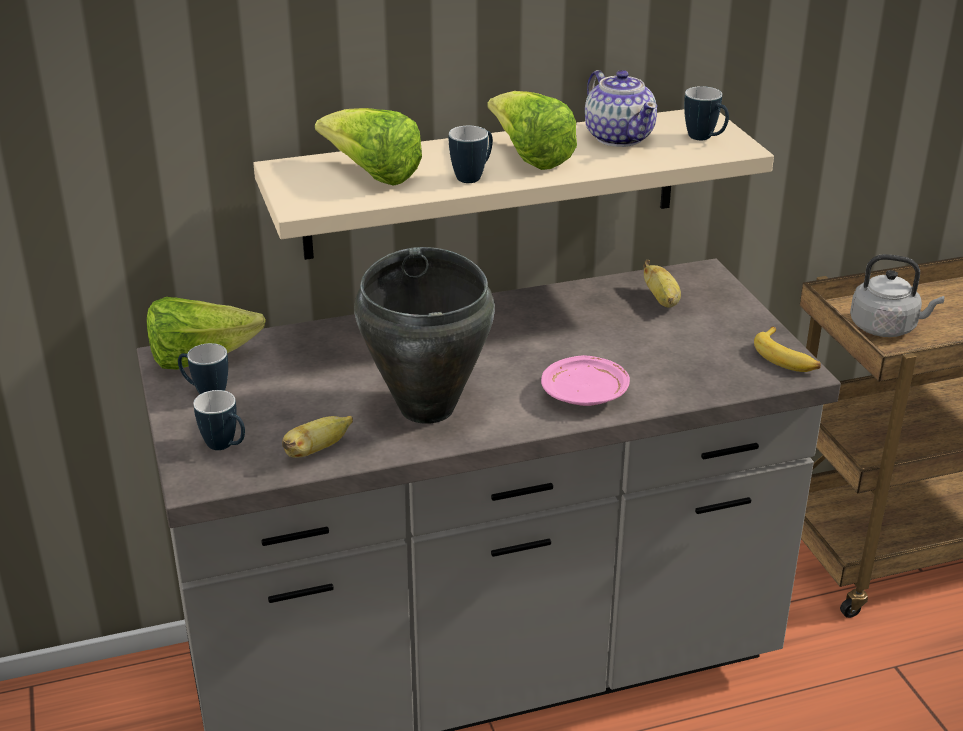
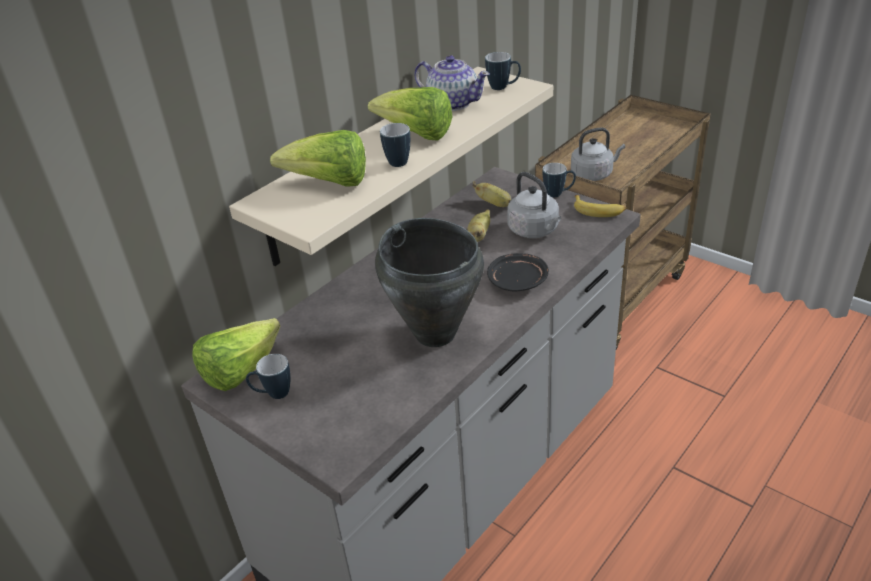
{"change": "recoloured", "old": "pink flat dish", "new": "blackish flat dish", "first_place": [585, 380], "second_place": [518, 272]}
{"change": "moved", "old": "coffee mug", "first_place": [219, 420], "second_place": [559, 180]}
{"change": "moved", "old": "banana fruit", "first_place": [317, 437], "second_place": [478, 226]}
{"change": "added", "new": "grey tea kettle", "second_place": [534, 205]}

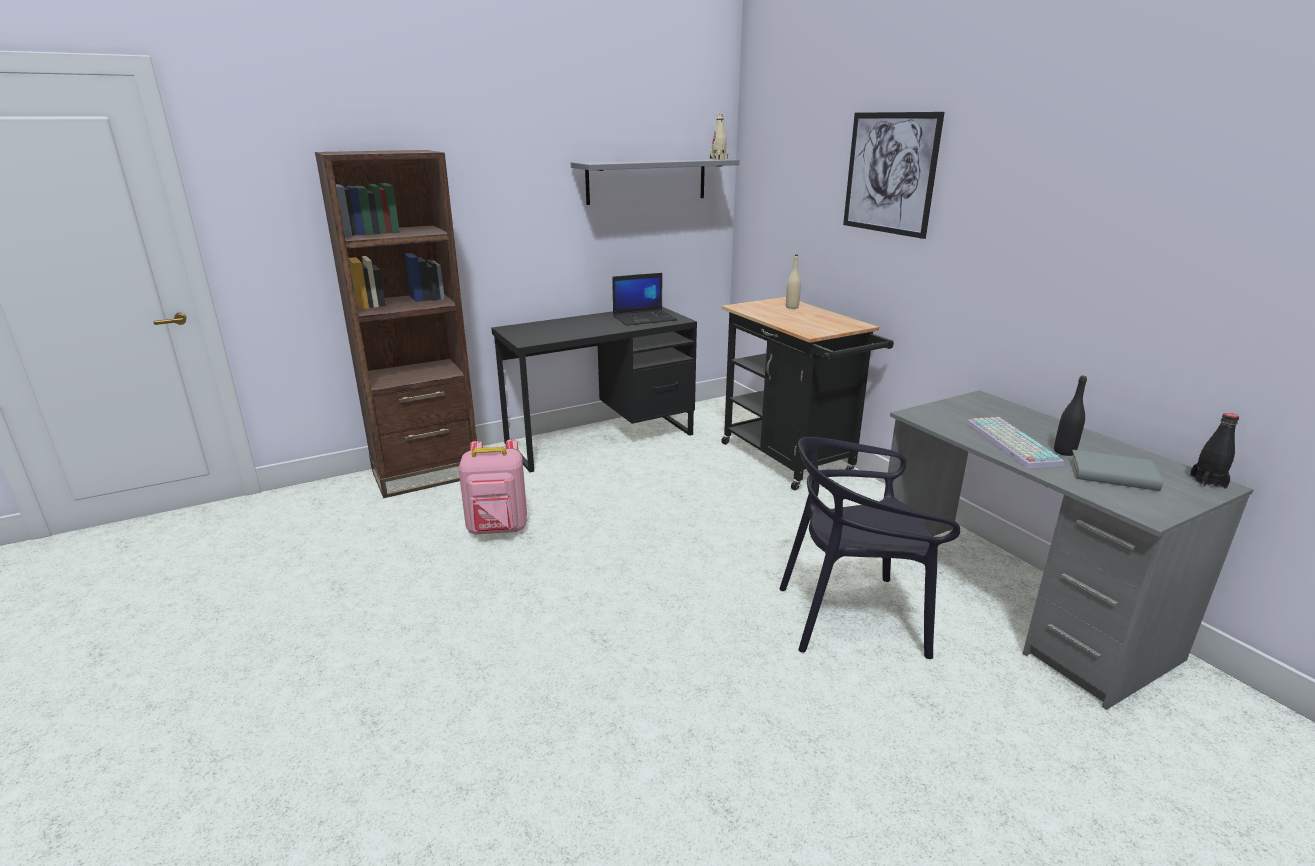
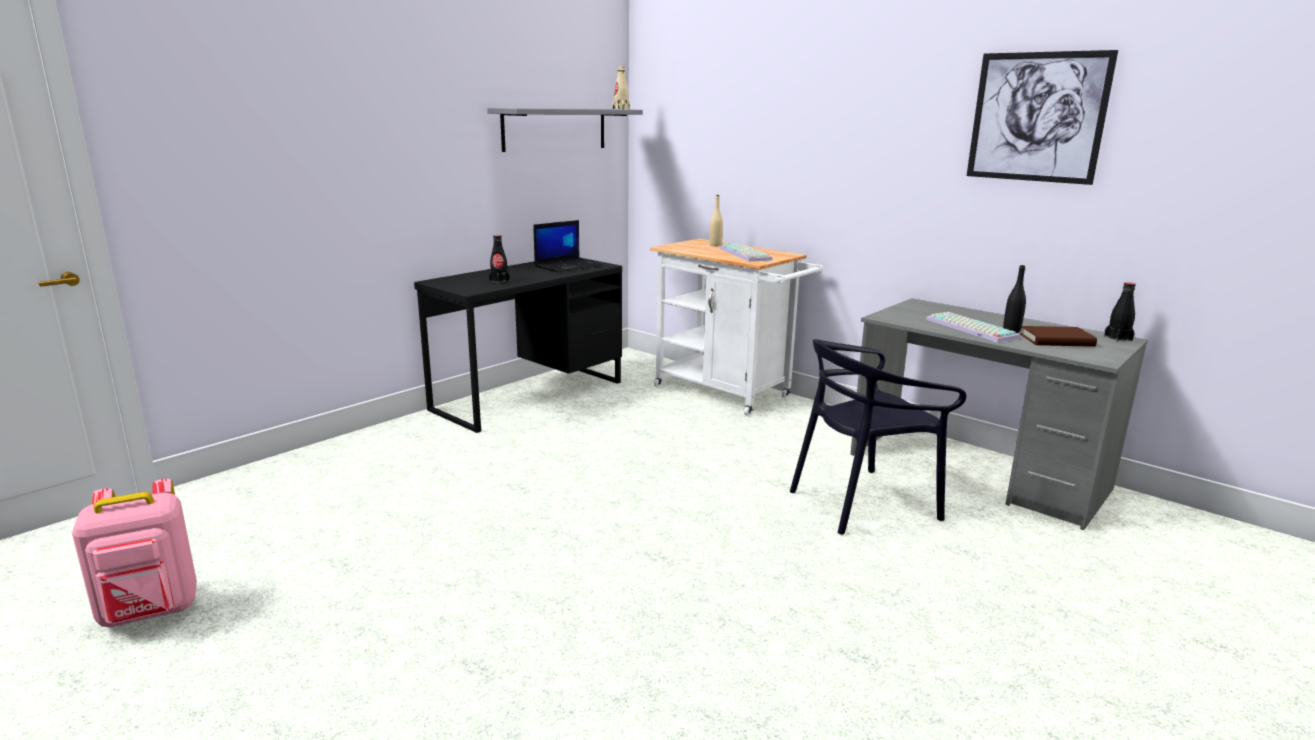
{"change": "moved", "old": "wall picture", "first_place": [894, 175], "second_place": [1042, 117]}
{"change": "removed", "old": "brown bookshelf", "first_place": [396, 324]}
{"change": "recoloured", "old": "blackish wheeled cart", "new": "whitish wheeled cart", "first_place": [807, 393], "second_place": [736, 327]}
{"change": "moved", "old": "pink backpack", "first_place": [492, 487], "second_place": [134, 553]}
{"change": "recoloured", "old": "grey volume", "new": "brown volume", "first_place": [1116, 470], "second_place": [1058, 336]}
{"change": "added", "new": "blackish bottle", "second_place": [499, 259]}
{"change": "added", "new": "computer keyboard", "second_place": [746, 252]}

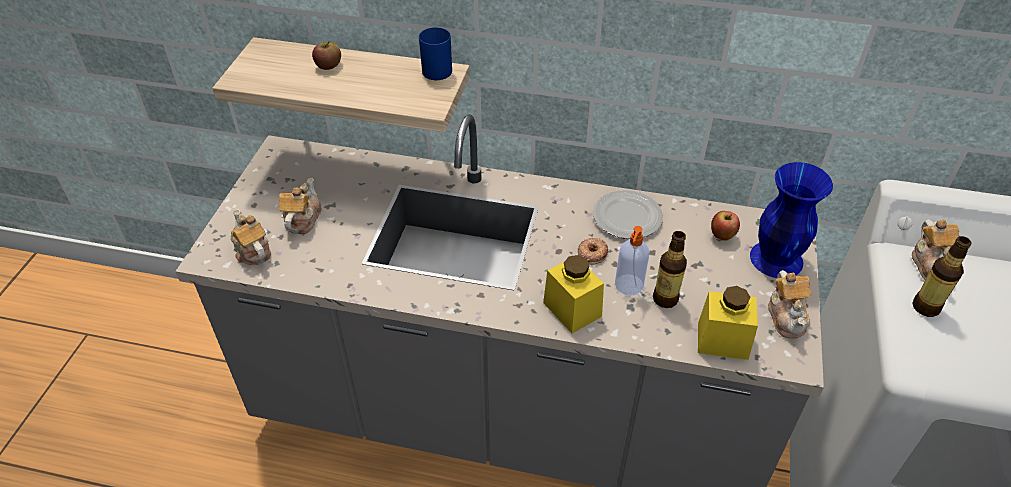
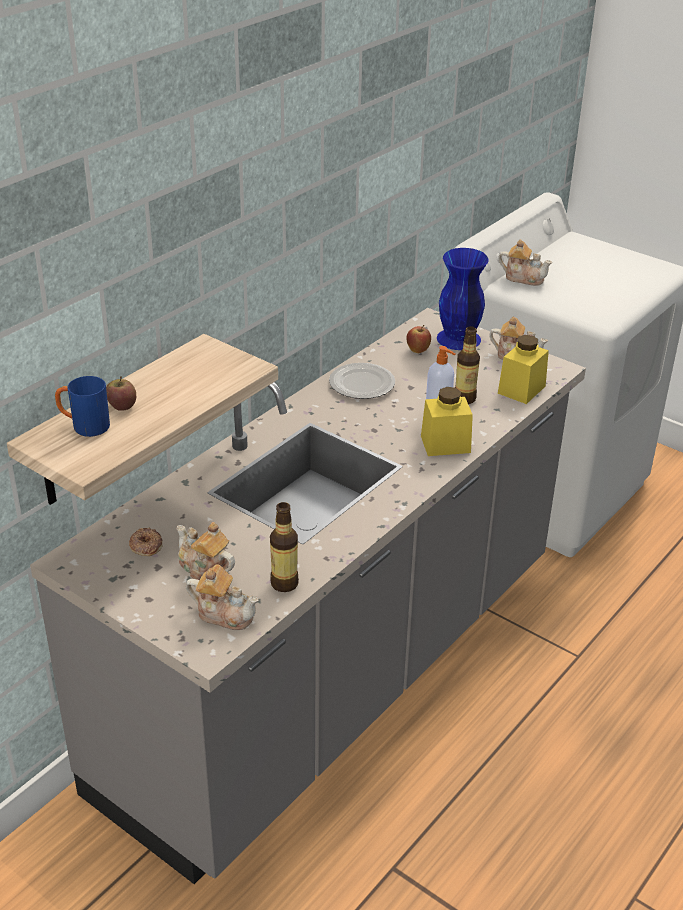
{"change": "moved", "old": "bluish coffee mug", "first_place": [435, 53], "second_place": [82, 406]}
{"change": "turned", "old": "teapot", "first_place": [251, 237], "second_place": [222, 597], "degrees": -150}
{"change": "moved", "old": "bottle", "first_place": [942, 276], "second_place": [284, 547]}
{"change": "moved", "old": "ring doughnut", "first_place": [593, 251], "second_place": [145, 542]}

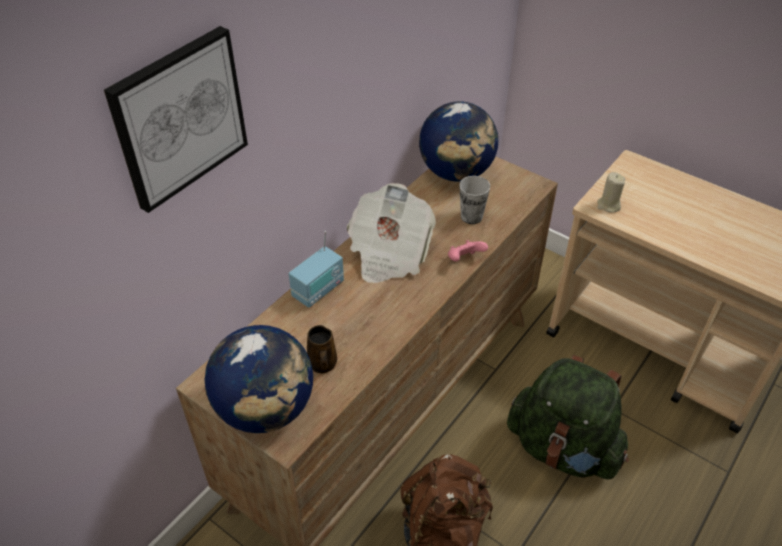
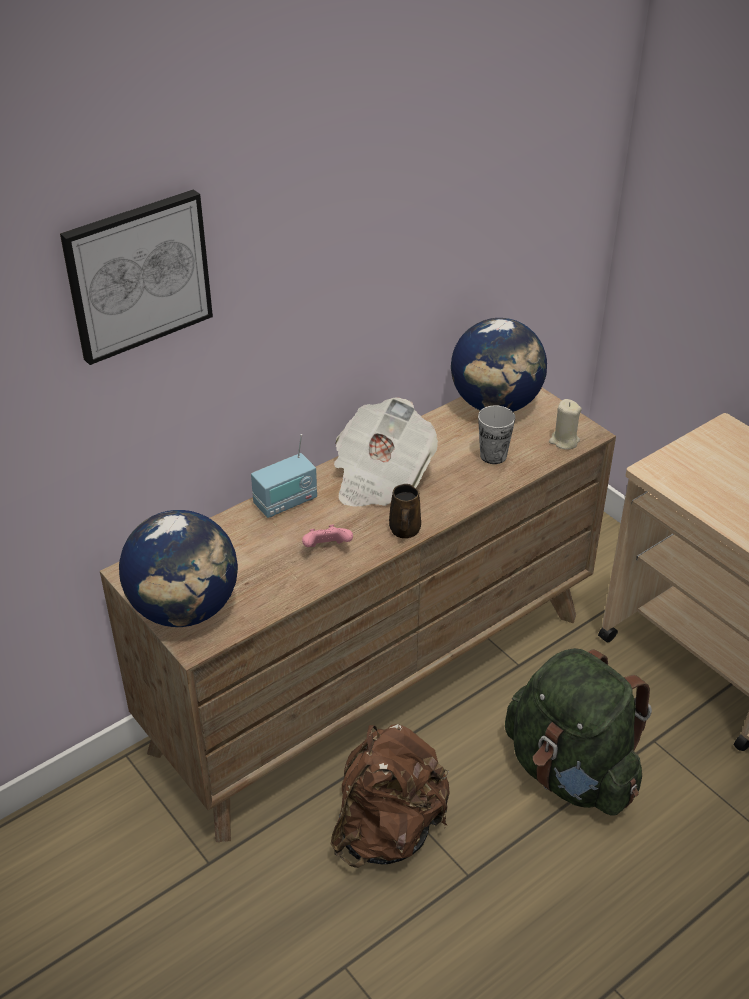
{"change": "moved", "old": "sand-coloured wax light", "first_place": [611, 192], "second_place": [565, 424]}
{"change": "moved", "old": "pink gamepad", "first_place": [468, 250], "second_place": [327, 536]}
{"change": "moved", "old": "brown coffee mug", "first_place": [322, 349], "second_place": [405, 511]}

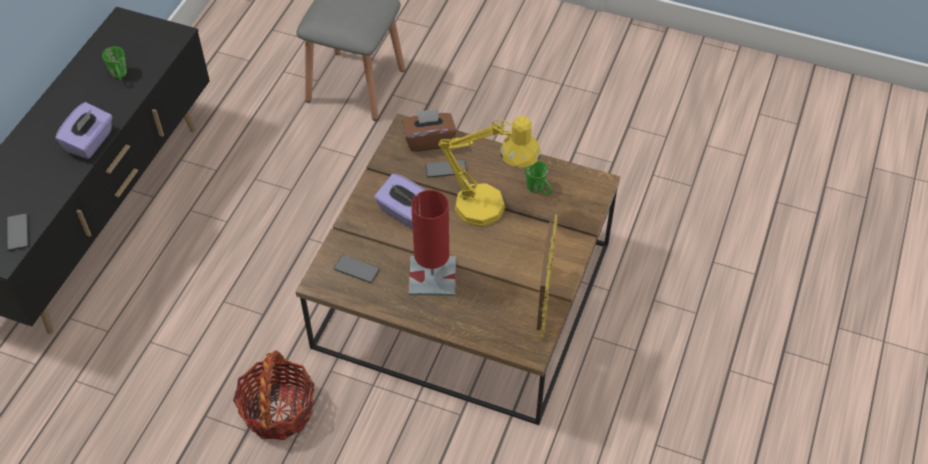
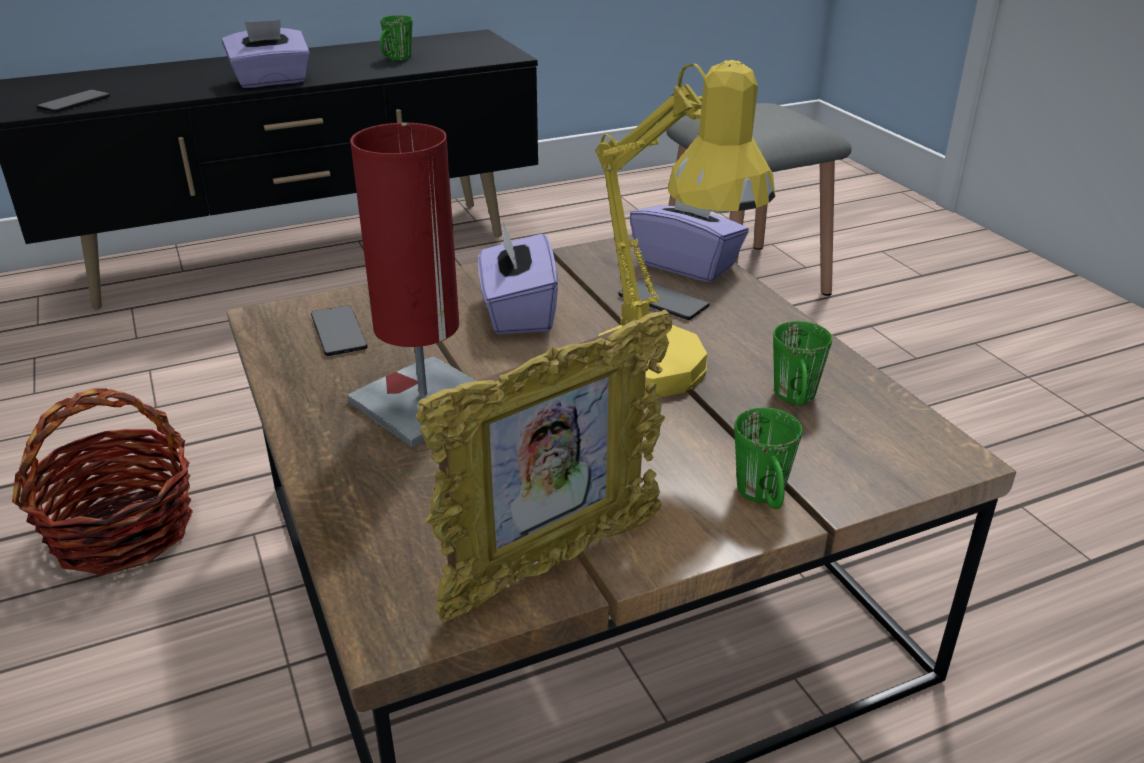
{"change": "recoloured", "old": "brown tissue holder", "new": "purplish tissue holder", "first_place": [429, 130], "second_place": [689, 241]}
{"change": "added", "new": "greenish coffee mug", "second_place": [768, 458]}

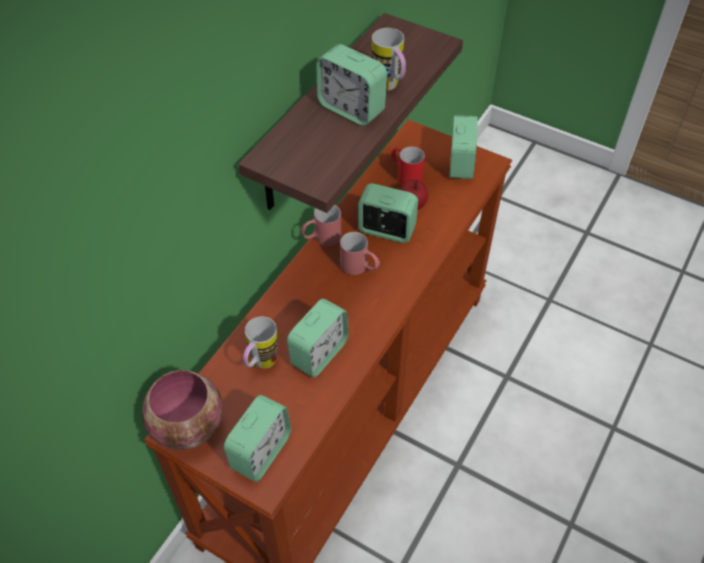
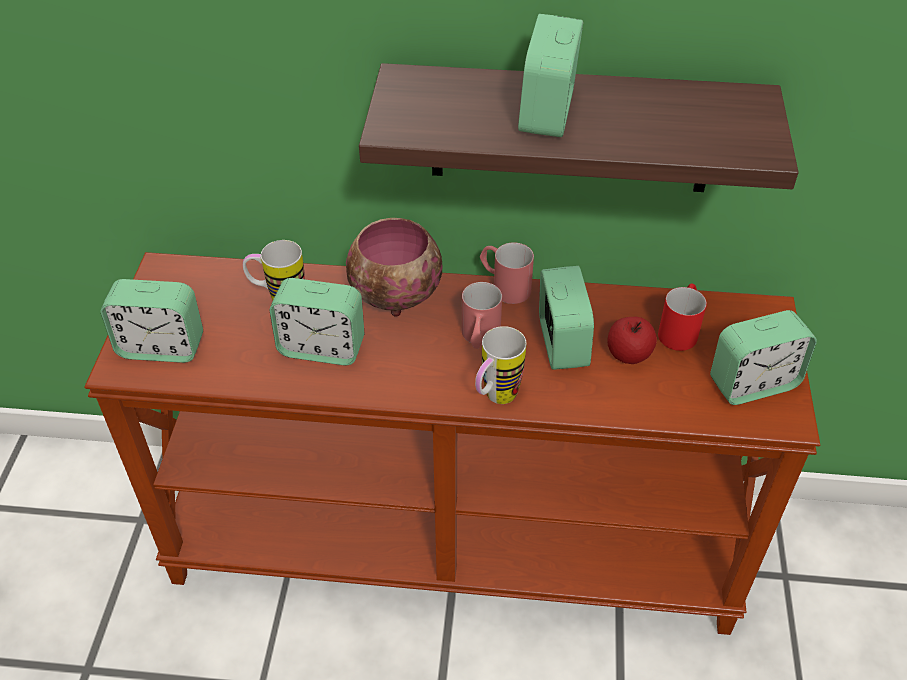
{"change": "moved", "old": "coffee mug", "first_place": [389, 59], "second_place": [500, 365]}
{"change": "moved", "old": "bowl", "first_place": [182, 410], "second_place": [394, 267]}

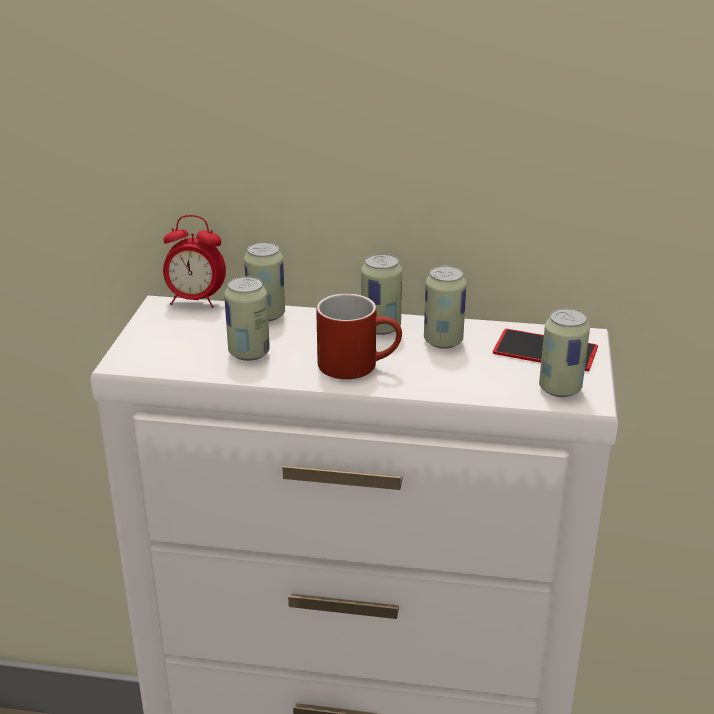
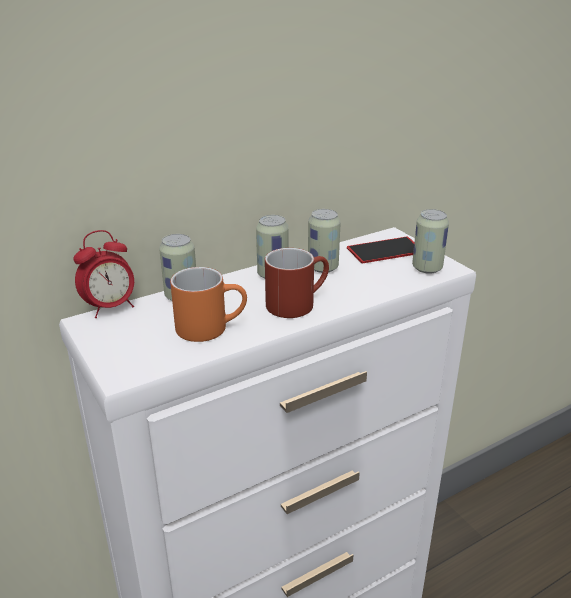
{"change": "replaced", "old": "can", "new": "orange-coloured coffee mug", "first_place": [247, 319], "second_place": [208, 304]}

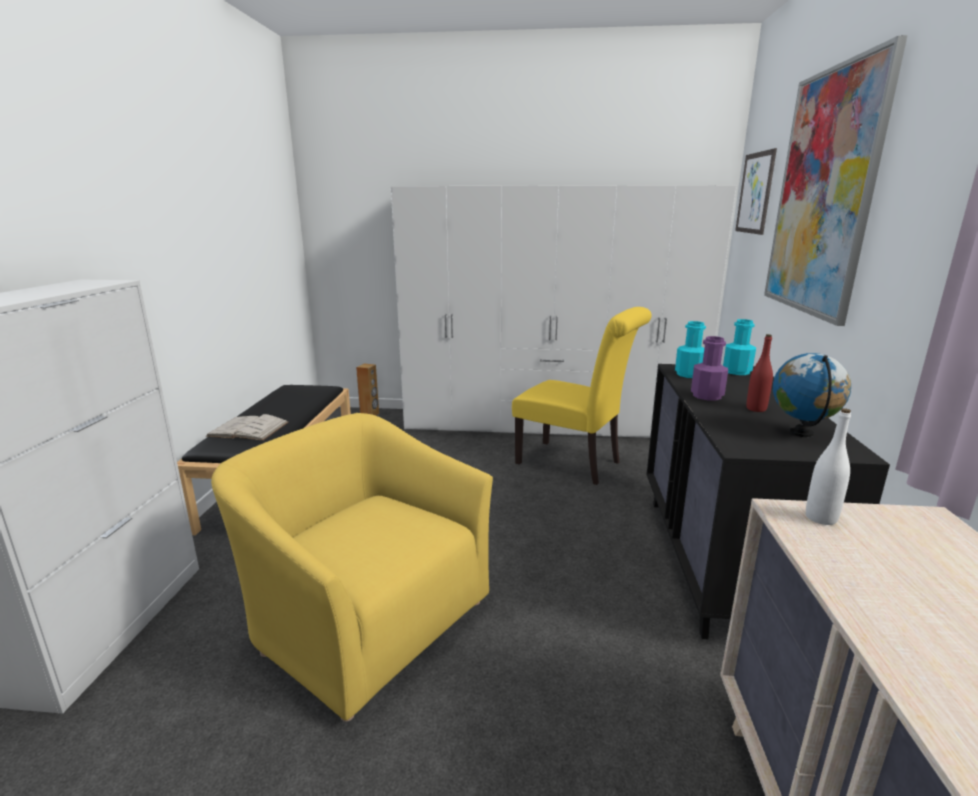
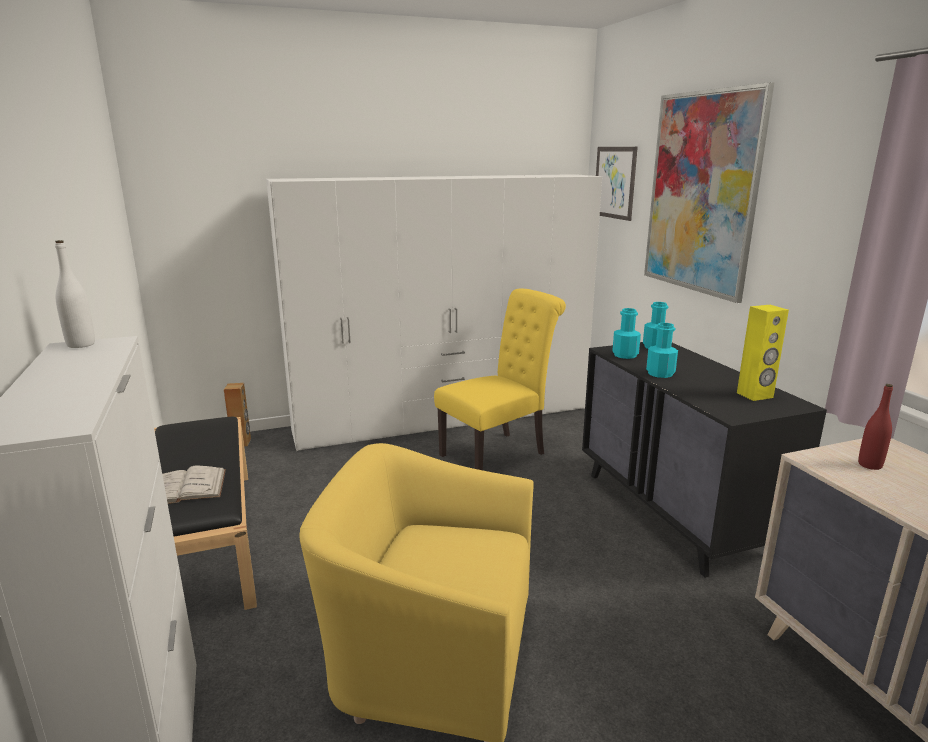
{"change": "turned", "old": "yellow plain chair", "first_place": [582, 396], "second_place": [500, 379], "degrees": -45}
{"change": "moved", "old": "red-coloured bottle", "first_place": [759, 373], "second_place": [875, 427]}
{"change": "recoloured", "old": "purplish bottle", "new": "turquoise-coloured bottle", "first_place": [709, 368], "second_place": [662, 350]}
{"change": "replaced", "old": "desk globe", "new": "yellow loudspeaker", "first_place": [812, 395], "second_place": [763, 353]}
{"change": "moved", "old": "whitish bottle", "first_place": [828, 466], "second_place": [75, 294]}

